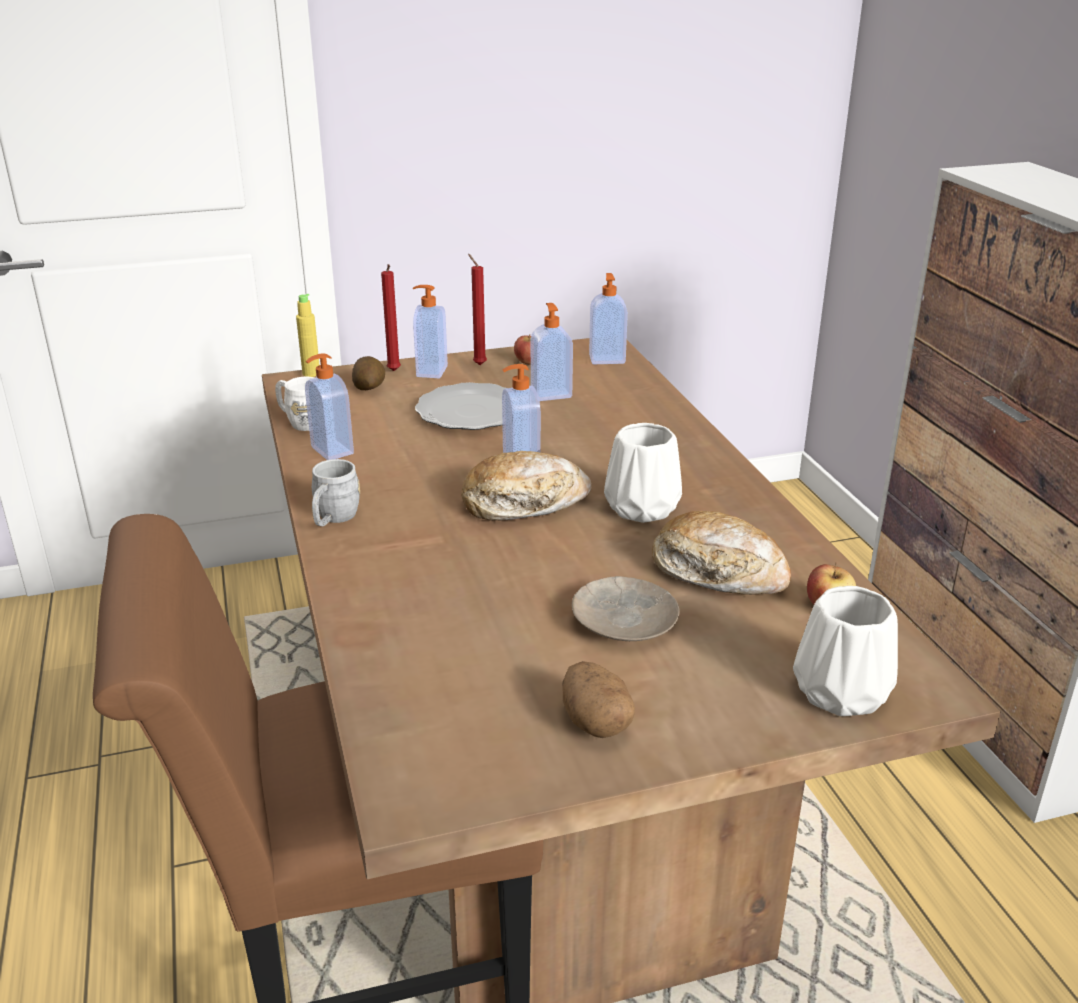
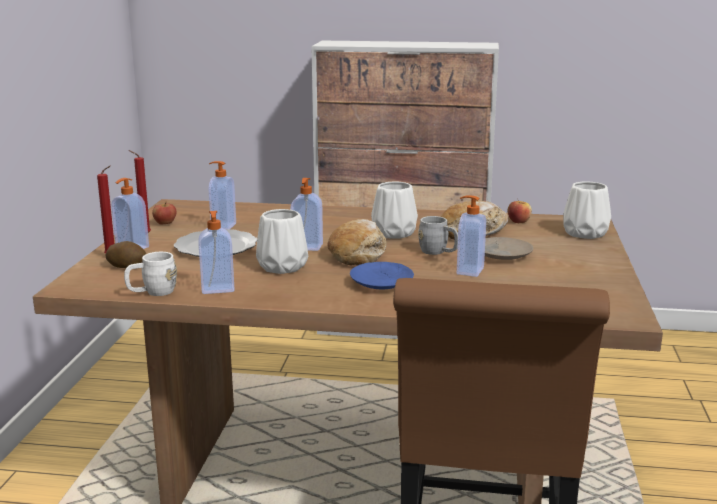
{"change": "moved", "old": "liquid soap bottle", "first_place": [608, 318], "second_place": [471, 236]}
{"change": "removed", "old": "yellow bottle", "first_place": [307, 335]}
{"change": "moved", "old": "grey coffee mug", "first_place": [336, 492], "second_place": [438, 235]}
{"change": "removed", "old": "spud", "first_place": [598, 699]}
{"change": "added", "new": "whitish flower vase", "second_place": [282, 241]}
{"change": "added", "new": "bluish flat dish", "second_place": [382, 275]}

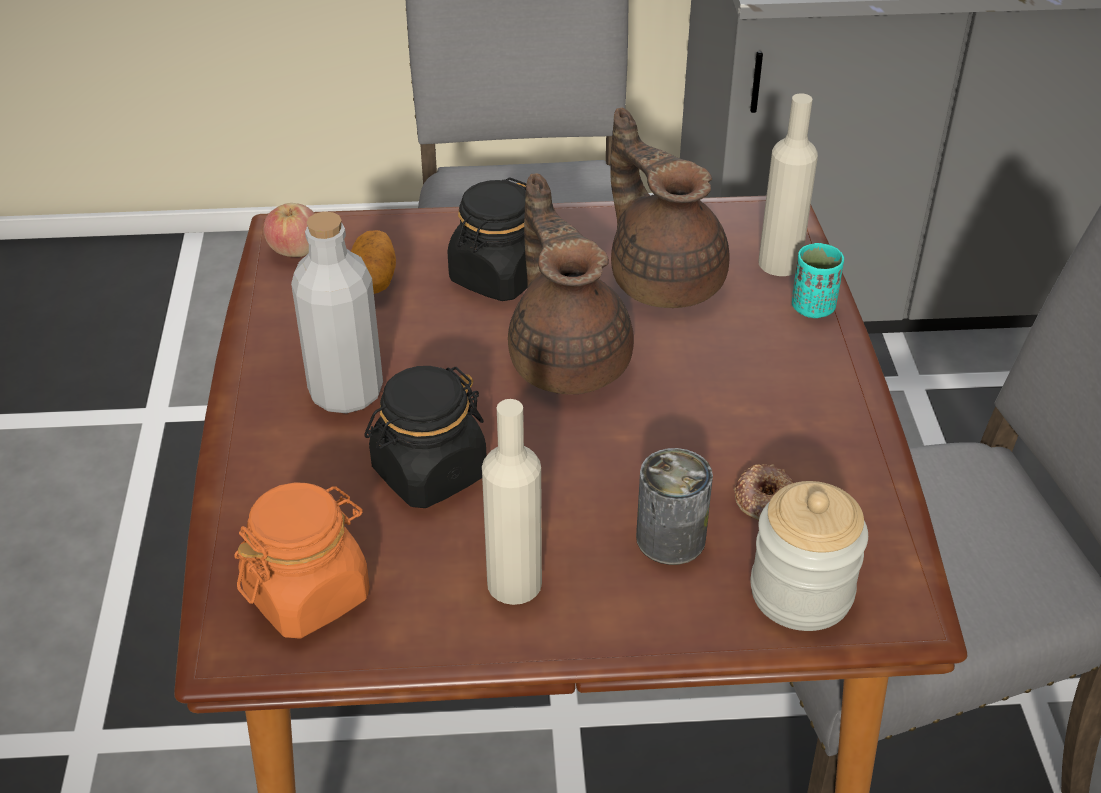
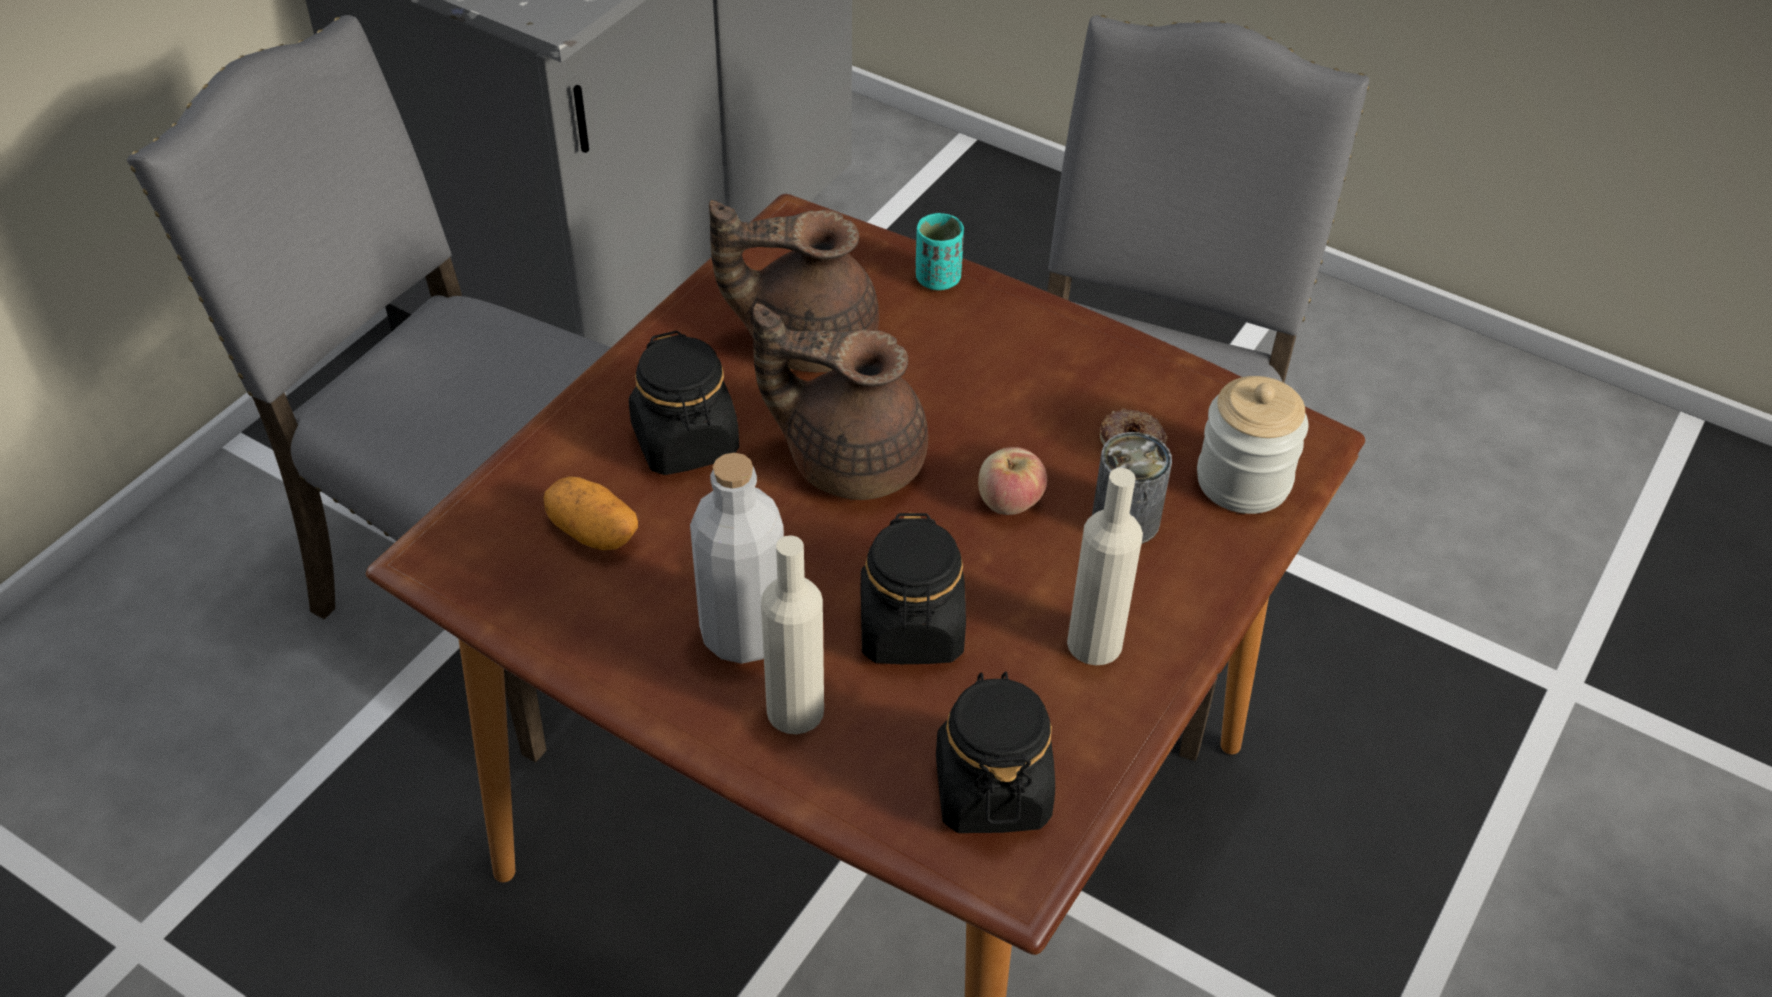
{"change": "moved", "old": "sand-coloured bottle", "first_place": [788, 184], "second_place": [792, 634]}
{"change": "moved", "old": "apple", "first_place": [289, 230], "second_place": [1012, 481]}
{"change": "recoloured", "old": "orange-coloured storage jar", "new": "blackish storage jar", "first_place": [302, 560], "second_place": [995, 752]}

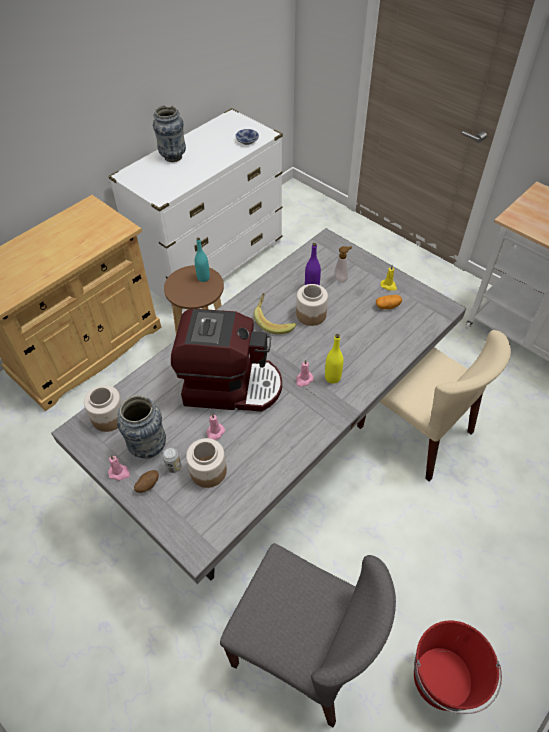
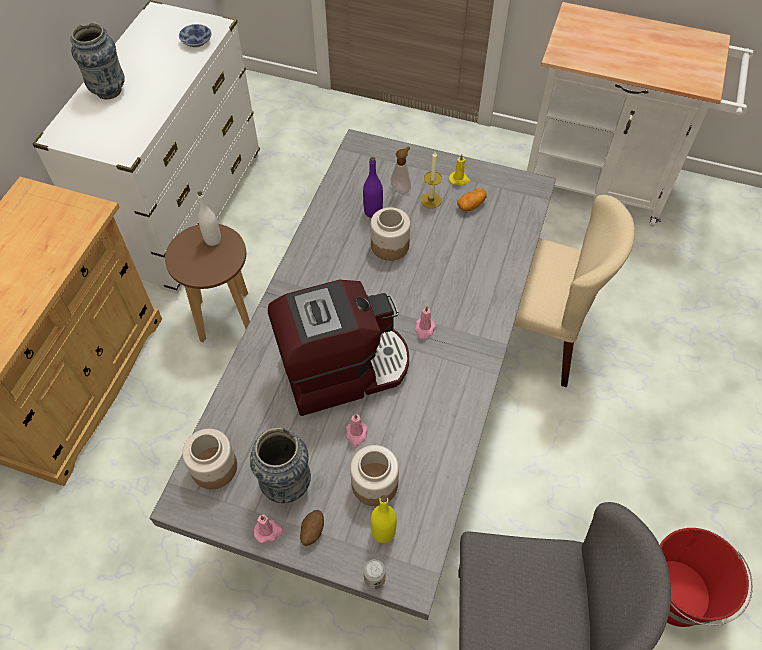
{"change": "recoloured", "old": "turquoise-coloured bottle", "new": "whitish bottle", "first_place": [202, 260], "second_place": [209, 218]}
{"change": "removed", "old": "banana fruit", "first_place": [275, 313]}
{"change": "moved", "old": "yellow bottle", "first_place": [334, 359], "second_place": [384, 519]}
{"change": "moved", "old": "can", "first_place": [171, 460], "second_place": [374, 574]}
{"change": "added", "new": "wax light", "second_place": [431, 180]}

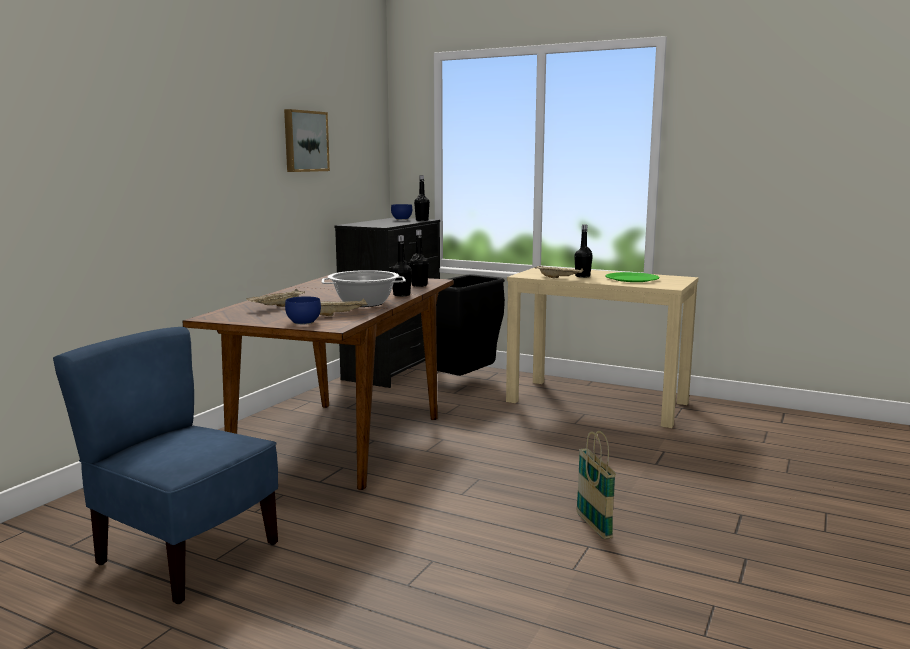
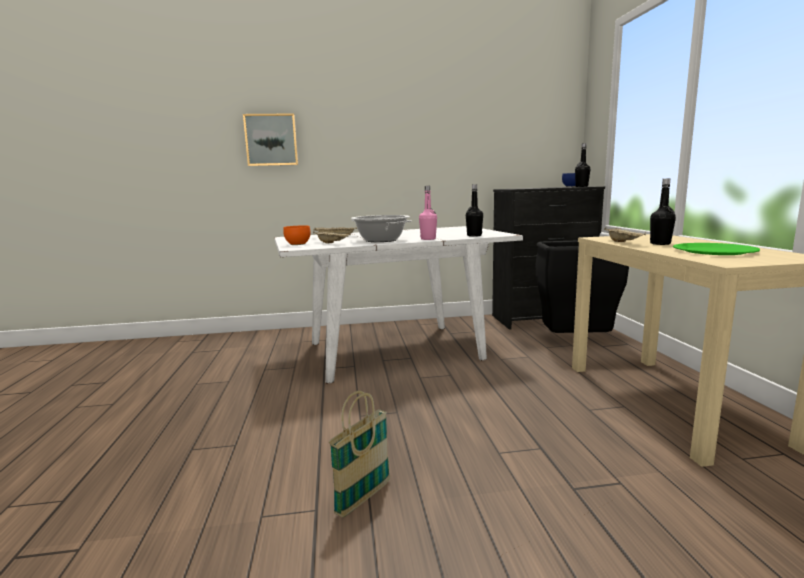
{"change": "moved", "old": "wall picture", "first_place": [307, 140], "second_place": [270, 139]}
{"change": "recoloured", "old": "blackish bottle", "new": "pink bottle", "first_place": [401, 266], "second_place": [428, 213]}
{"change": "recoloured", "old": "brown dining table", "new": "whitish dining table", "first_place": [318, 382], "second_place": [398, 304]}
{"change": "recoloured", "old": "bluish bowl", "new": "orange-coloured bowl", "first_place": [303, 310], "second_place": [297, 235]}
{"change": "removed", "old": "bluish plain chair", "first_place": [165, 465]}

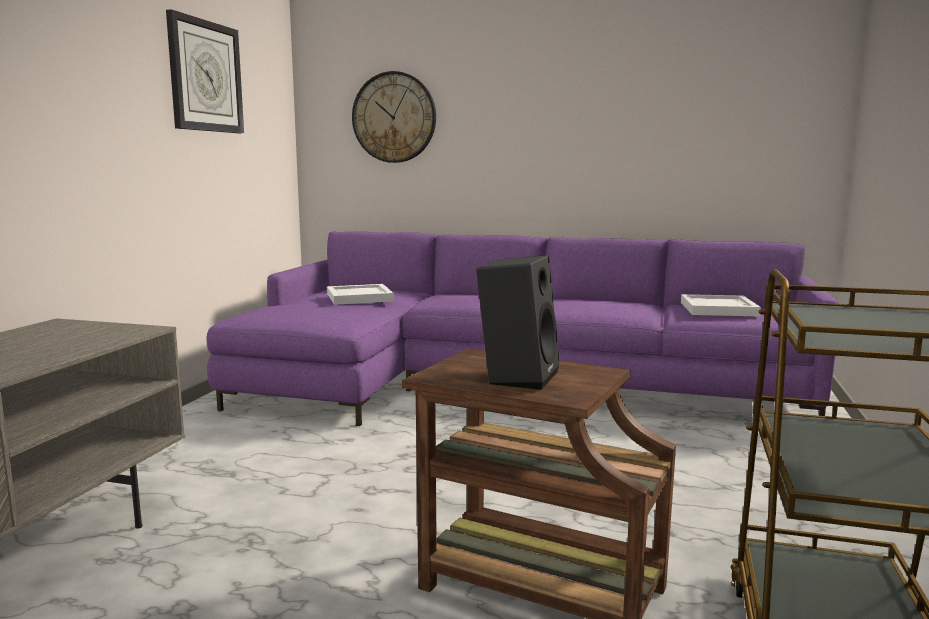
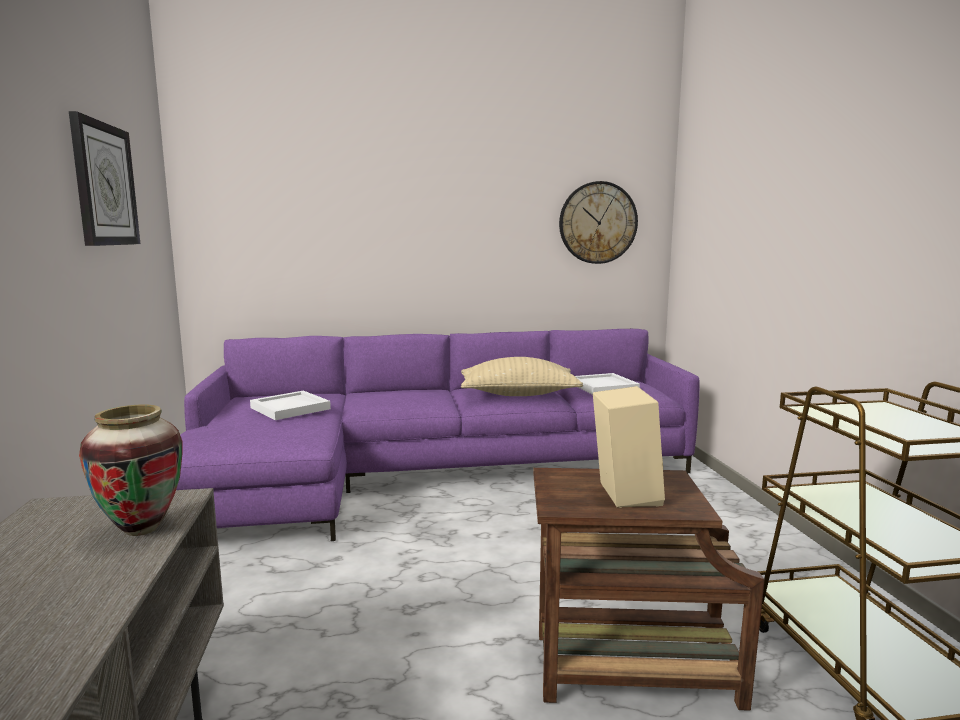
{"change": "moved", "old": "wall clock", "first_place": [394, 117], "second_place": [598, 222]}
{"change": "recoloured", "old": "blackish loudspeaker", "new": "sand-coloured loudspeaker", "first_place": [517, 322], "second_place": [629, 447]}
{"change": "added", "new": "sand-coloured cushion", "second_place": [522, 376]}
{"change": "added", "new": "flower vase", "second_place": [131, 470]}

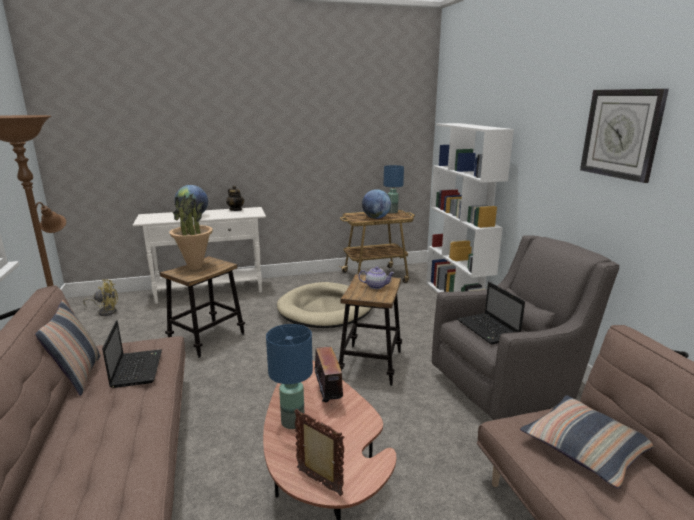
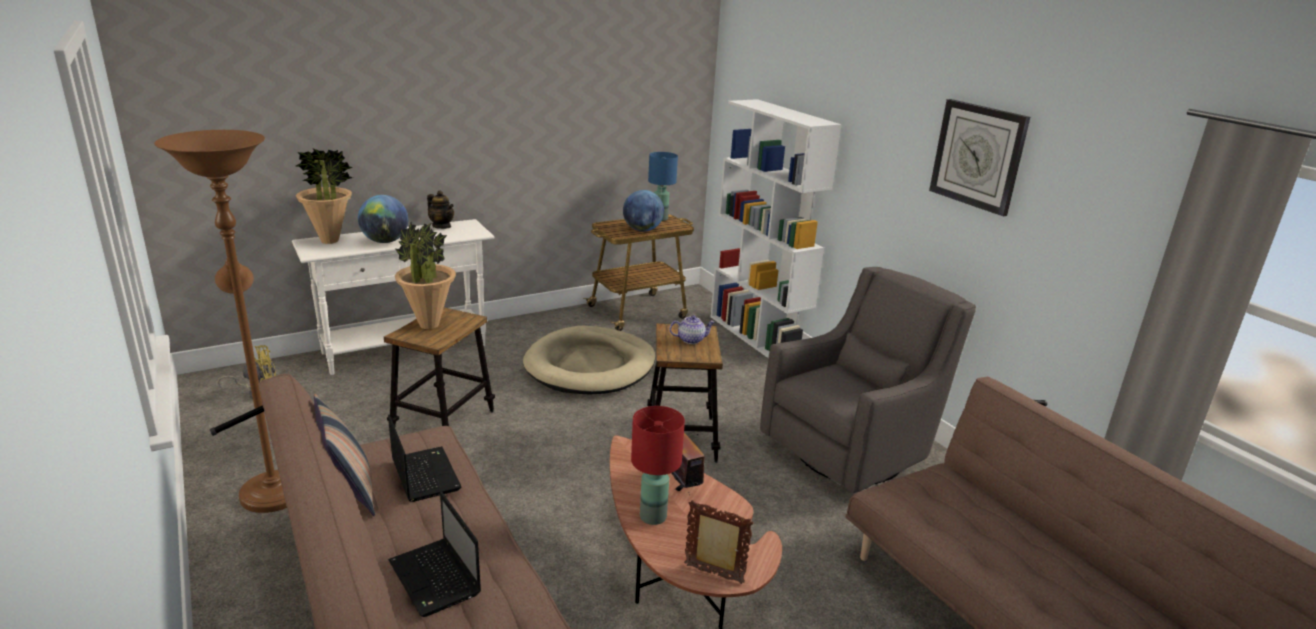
{"change": "moved", "old": "laptop", "first_place": [491, 313], "second_place": [434, 554]}
{"change": "recoloured", "old": "bluish lamp for a table", "new": "red-coloured lamp for a table", "first_place": [289, 376], "second_place": [658, 465]}
{"change": "removed", "old": "cushion", "first_place": [586, 442]}
{"change": "added", "new": "plant in a pot", "second_place": [324, 196]}

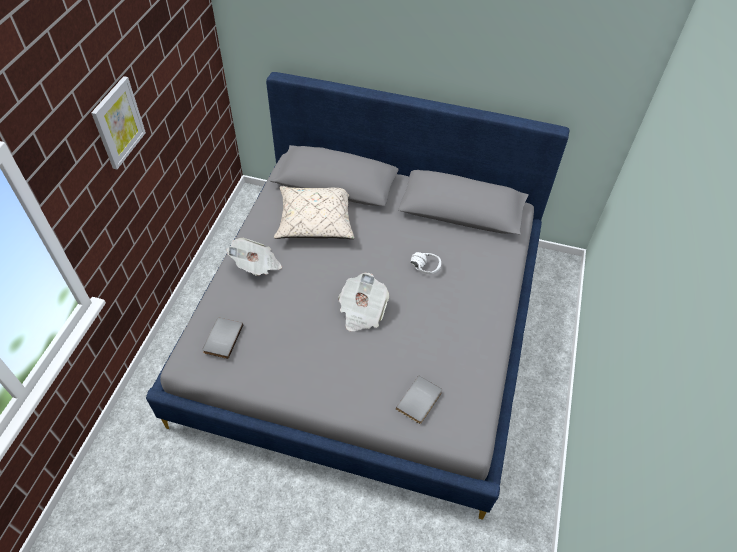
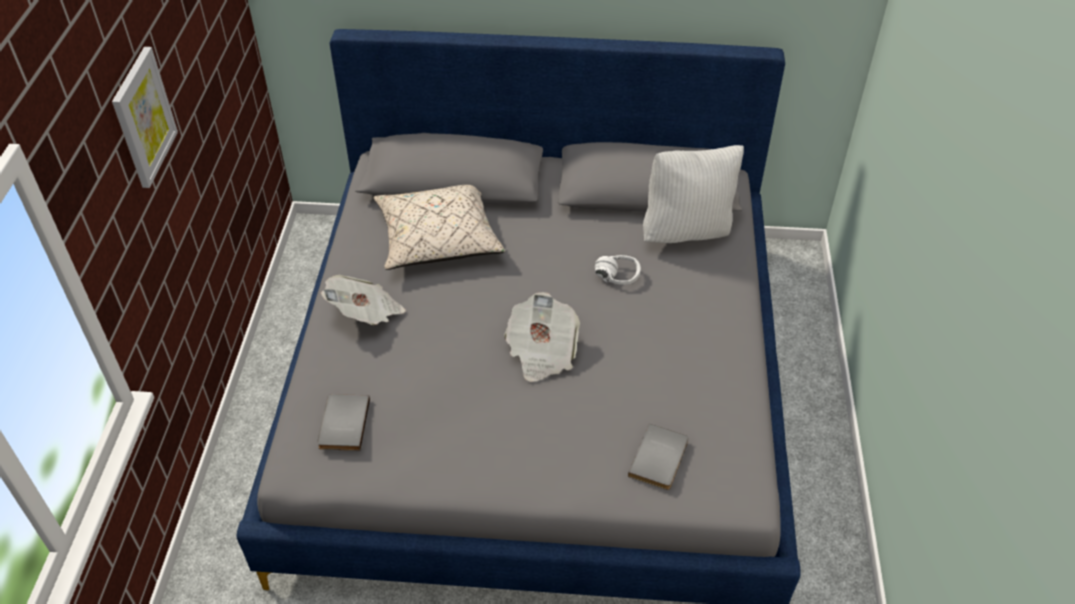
{"change": "added", "new": "whitish cushion", "second_place": [693, 194]}

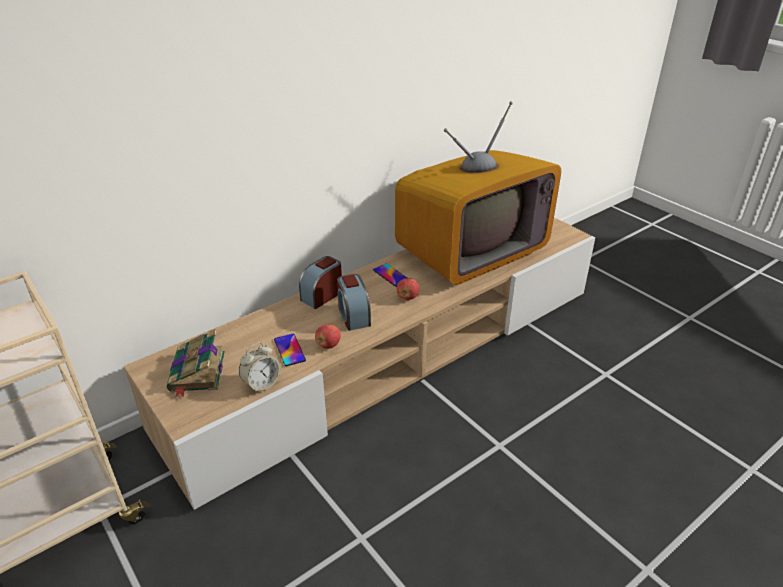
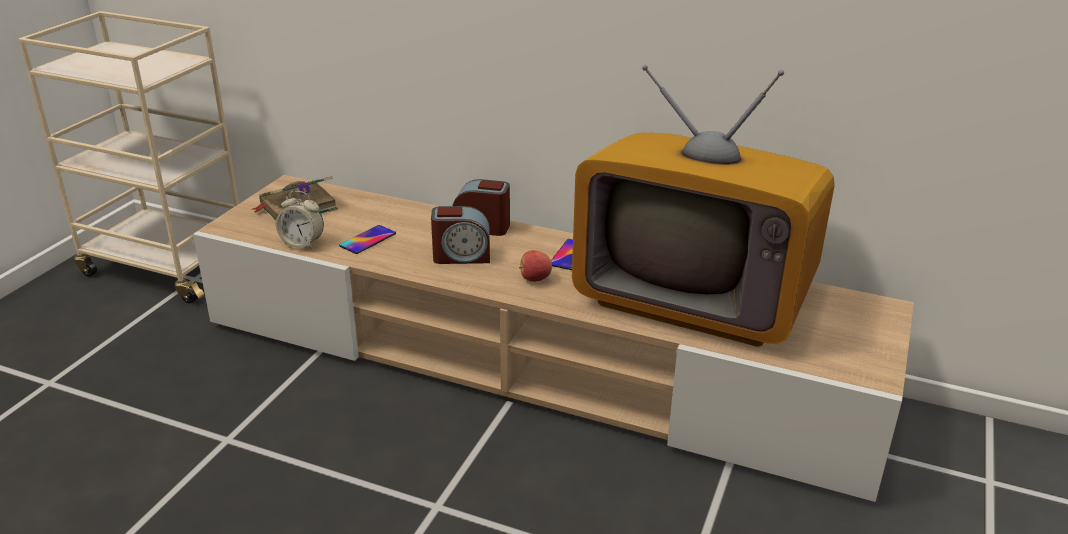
{"change": "turned", "old": "table clock", "first_place": [354, 302], "second_place": [460, 235], "degrees": -135}
{"change": "removed", "old": "apple", "first_place": [328, 337]}

